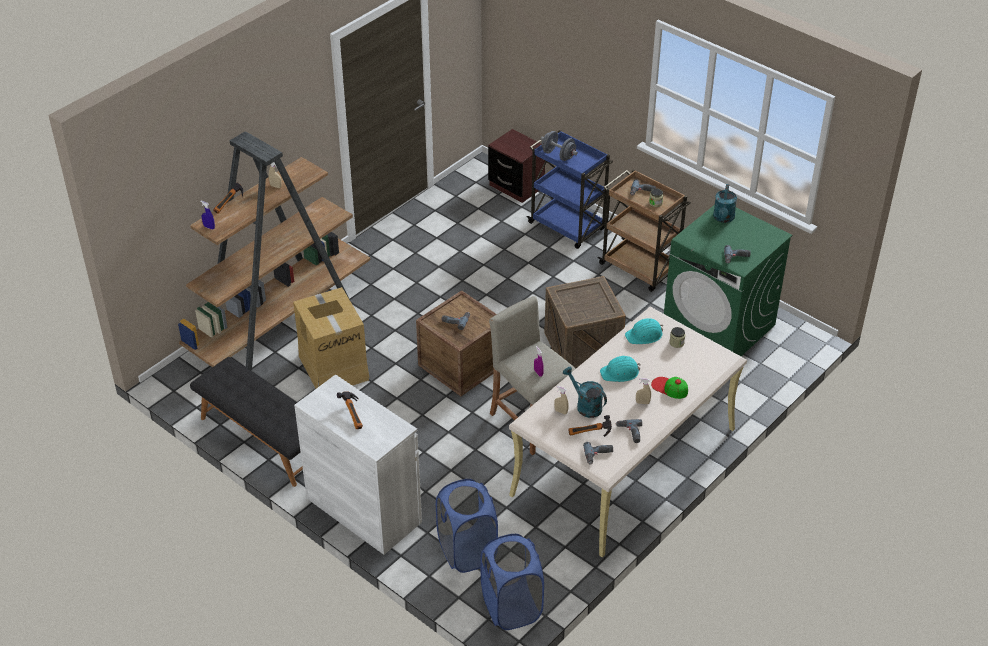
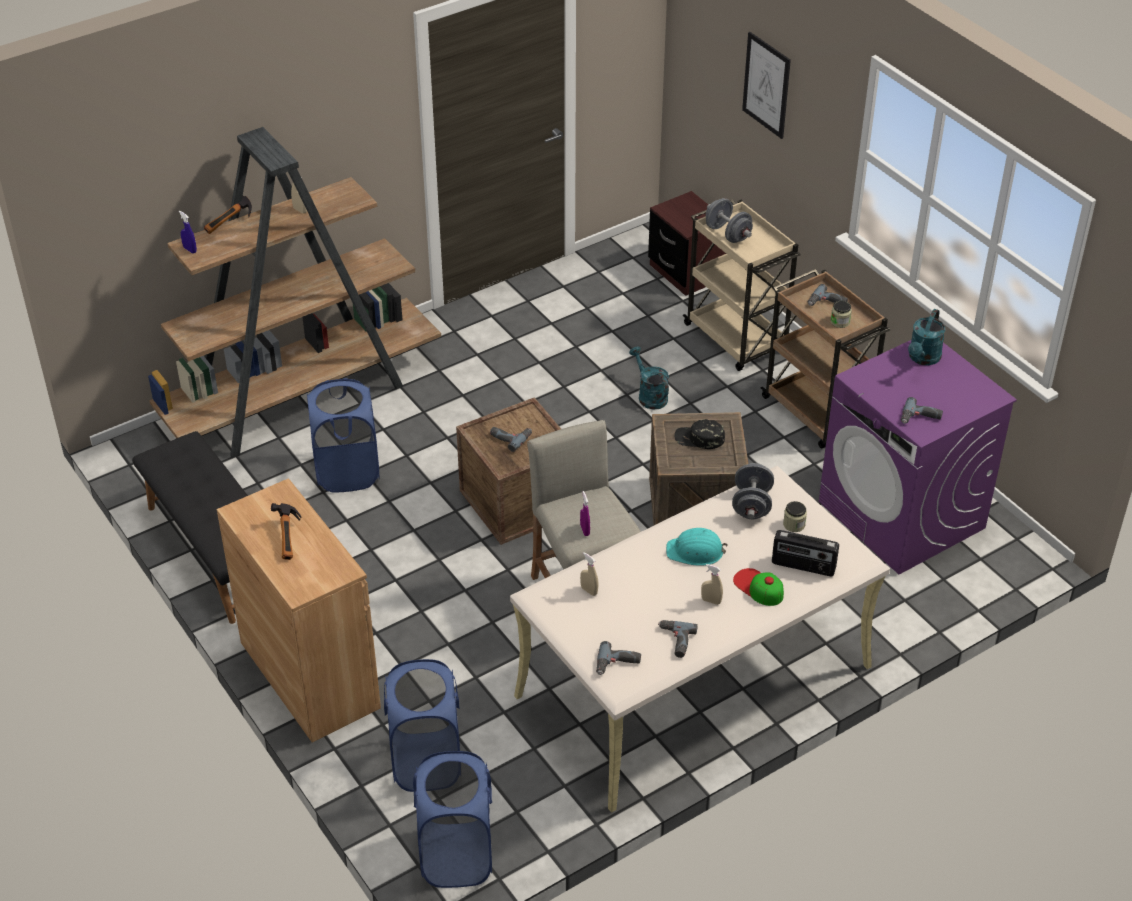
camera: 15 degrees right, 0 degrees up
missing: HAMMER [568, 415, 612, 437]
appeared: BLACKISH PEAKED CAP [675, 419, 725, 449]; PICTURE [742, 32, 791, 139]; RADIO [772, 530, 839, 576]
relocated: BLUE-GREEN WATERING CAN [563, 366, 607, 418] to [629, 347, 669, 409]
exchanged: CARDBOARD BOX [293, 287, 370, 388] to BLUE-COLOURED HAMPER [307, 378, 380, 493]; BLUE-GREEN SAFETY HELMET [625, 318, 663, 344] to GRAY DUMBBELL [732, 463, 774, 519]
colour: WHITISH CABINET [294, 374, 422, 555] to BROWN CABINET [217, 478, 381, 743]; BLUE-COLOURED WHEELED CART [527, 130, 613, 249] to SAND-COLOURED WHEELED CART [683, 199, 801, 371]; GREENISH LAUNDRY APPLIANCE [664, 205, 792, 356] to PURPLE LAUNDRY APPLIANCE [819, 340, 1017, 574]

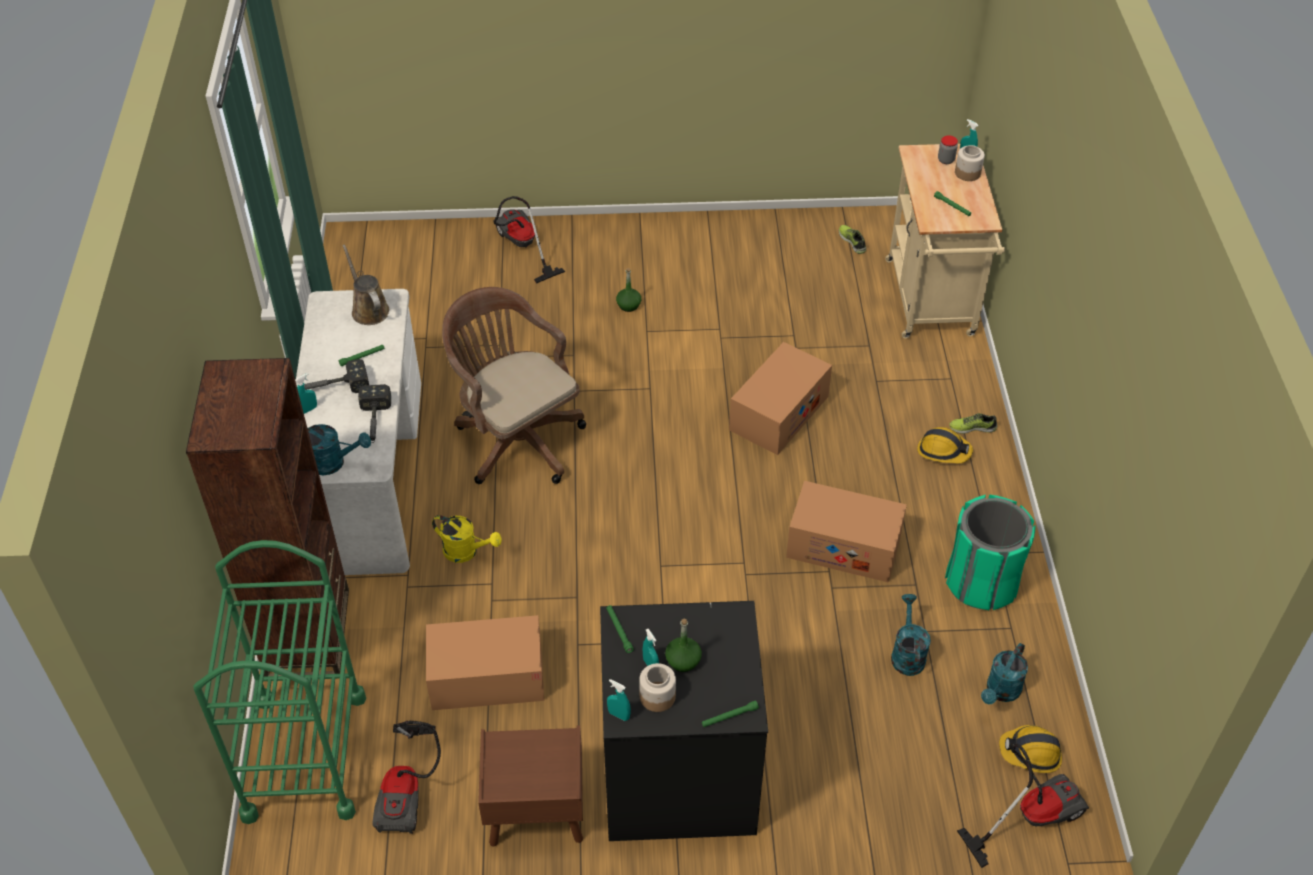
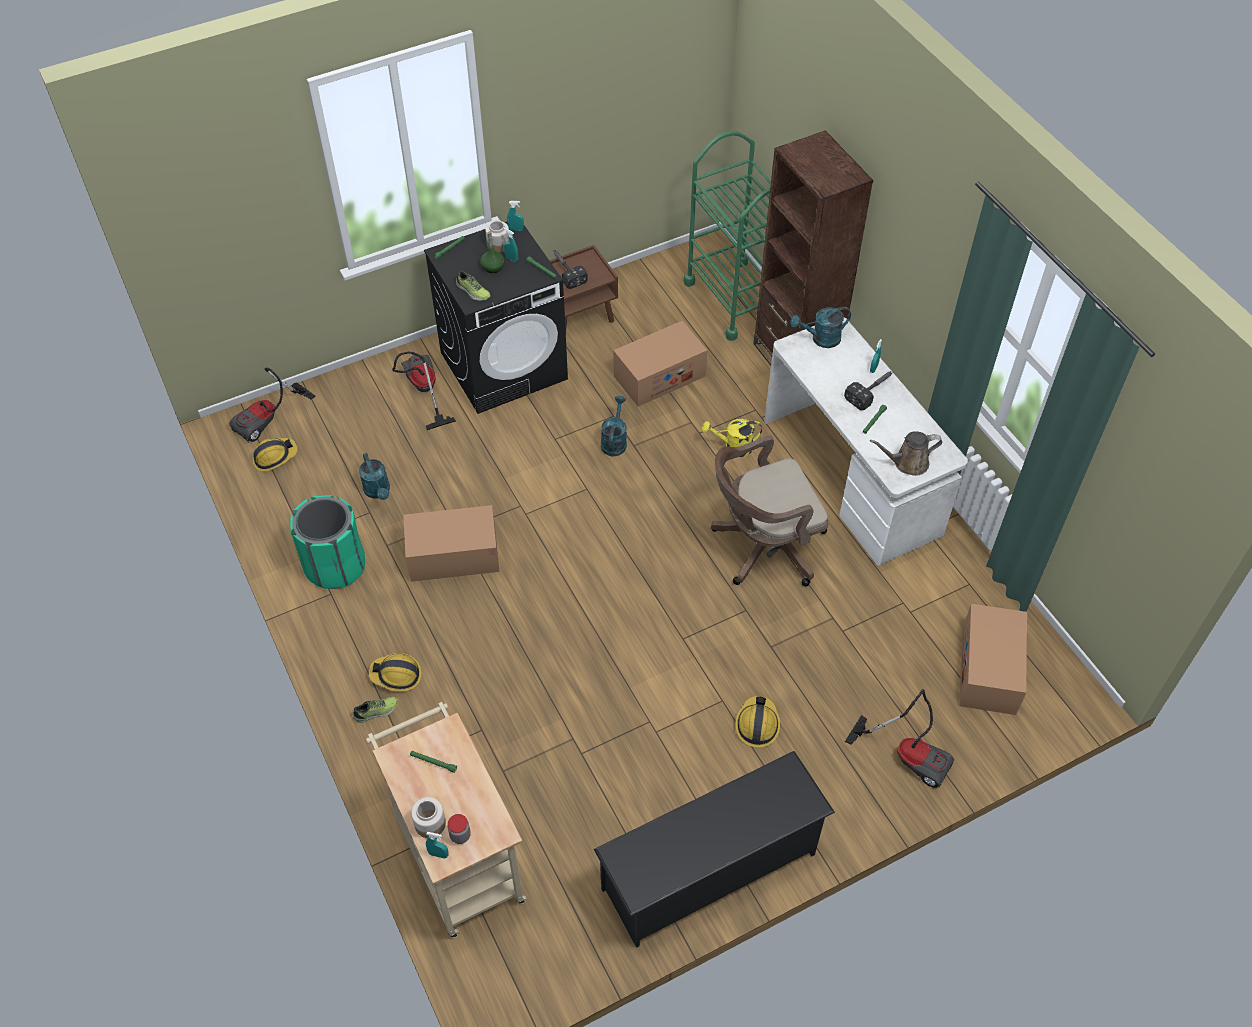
camera: 155 degrees right, 5 degrees up
appeared: BLACKISH SHOE SHELF [594, 751, 835, 948]
relocated: HAMMER [358, 384, 391, 443] to [553, 250, 588, 289]; VACUUM [373, 720, 441, 834] to [392, 351, 456, 430]; CARDBOARD BOX [729, 342, 832, 455] to [959, 604, 1027, 715]; ITEM OF FOOTWEAR [839, 225, 866, 254] to [456, 271, 491, 301]; BLUE-GREEN WATERING CAN [981, 643, 1028, 704] to [601, 396, 627, 456]
exchanged: GREENISH BEVERAGE BOTTLE [616, 268, 641, 312] to SAFETY HELMET [735, 696, 780, 748]
spun: BROWN WATERING CAN [342, 244, 389, 325] = [870, 431, 942, 476] 135 degrees clockwise; BROWN OFFICE CHAIR [442, 287, 586, 484] = [711, 435, 829, 587] 135 degrees clockwise

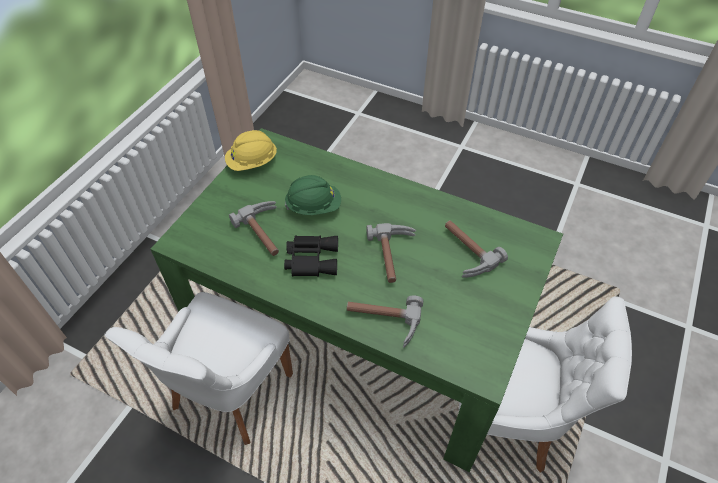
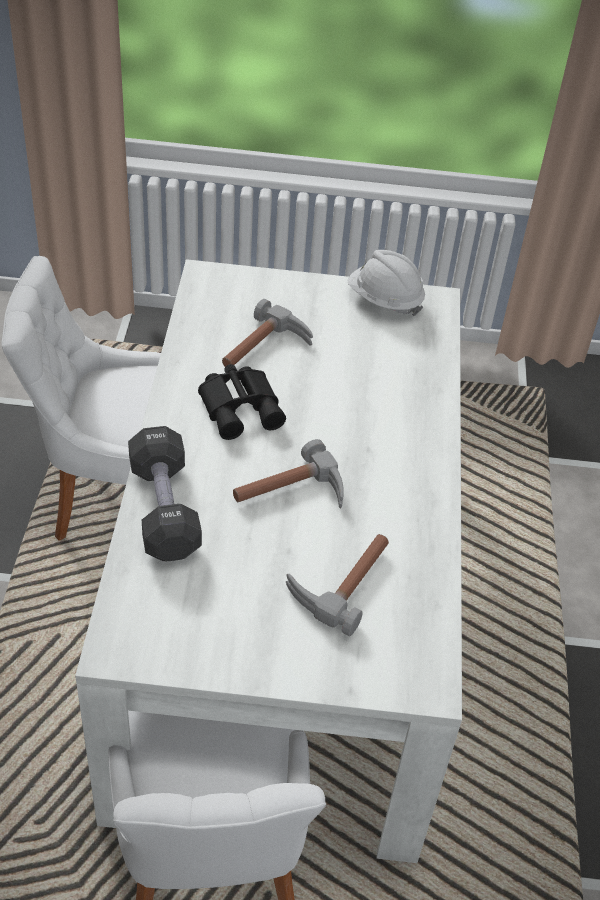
camera: 65 degrees right, 5 degrees down
missing: GREENISH SAFETY HELMET [285, 175, 341, 215]
exchanged: HAMMER [347, 295, 423, 347] to BLACKISH DUMBBELL [128, 426, 202, 562]
colour: GREENISH DINING TABLE [151, 128, 563, 472] to WHITISH DINING TABLE [75, 259, 462, 863]; YELLOWISH SAFETY HELMET [225, 130, 277, 171] to WHITISH SAFETY HELMET [347, 250, 425, 316]

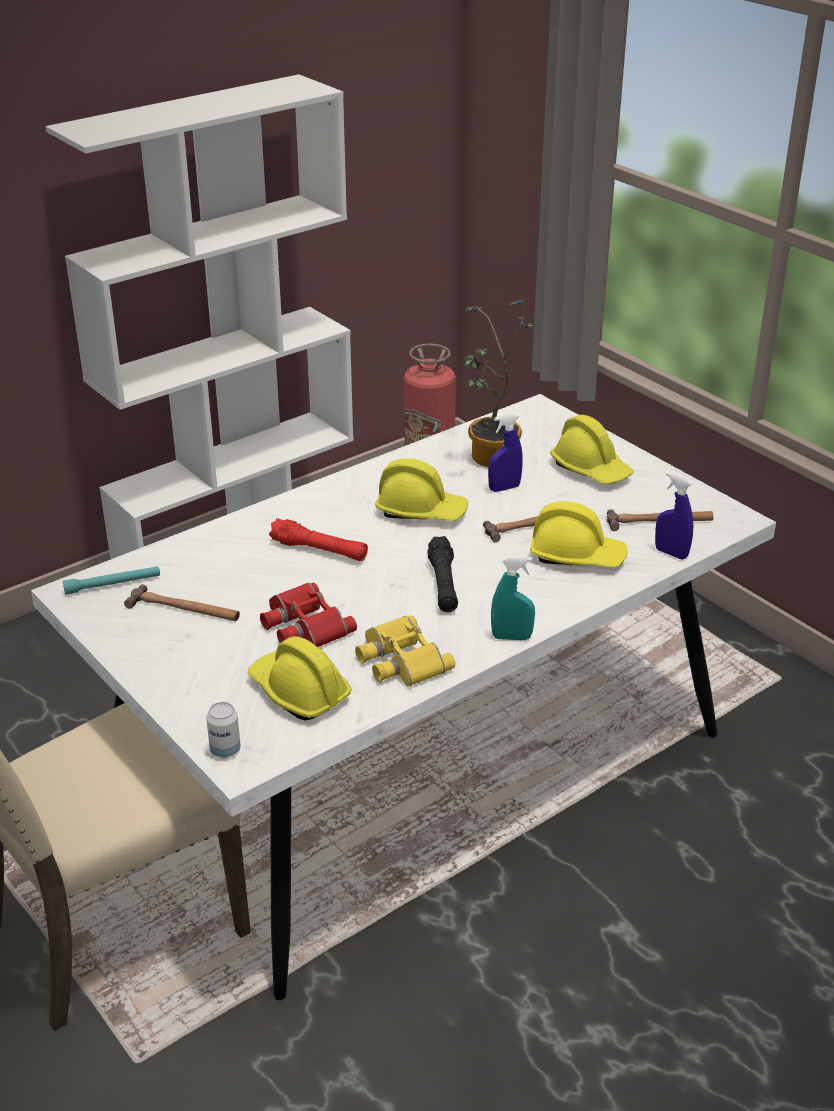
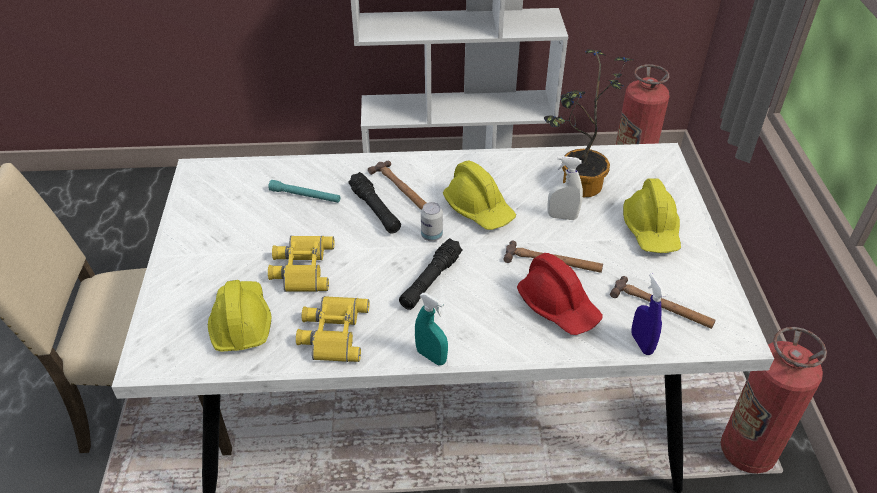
camera: 35 degrees right, 10 degrees up
appeared: FIRE-FIGHTING CYLINDER [721, 327, 827, 474]
relocated: BLUE-GREEN HAND TORCH [63, 566, 160, 595] to [268, 180, 340, 203]; HAMMER [124, 585, 240, 621] to [368, 161, 426, 210]; CAN [206, 702, 241, 758] to [421, 202, 443, 241]
colour: REDDISH PAIR OF BINOCULARS [260, 583, 357, 647] to YELLOWISH PAIR OF BINOCULARS [268, 236, 334, 292]; REDDISH HAND TORCH [269, 518, 368, 561] to BLACKISH HAND TORCH [348, 172, 401, 234]; BLUE-COLOURED HAND SPRAYER [488, 413, 523, 492] to WHITISH HAND SPRAYER [547, 156, 583, 220]; YELLOWISH SAFETY HELMET [530, 501, 627, 567] to REDDISH SAFETY HELMET [517, 253, 603, 335]

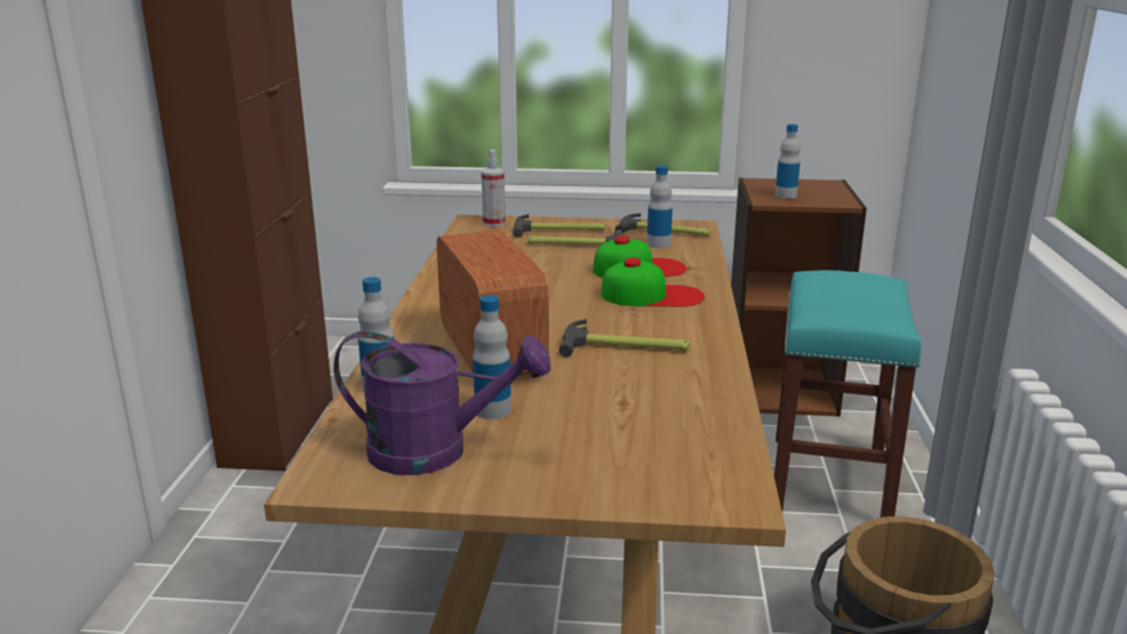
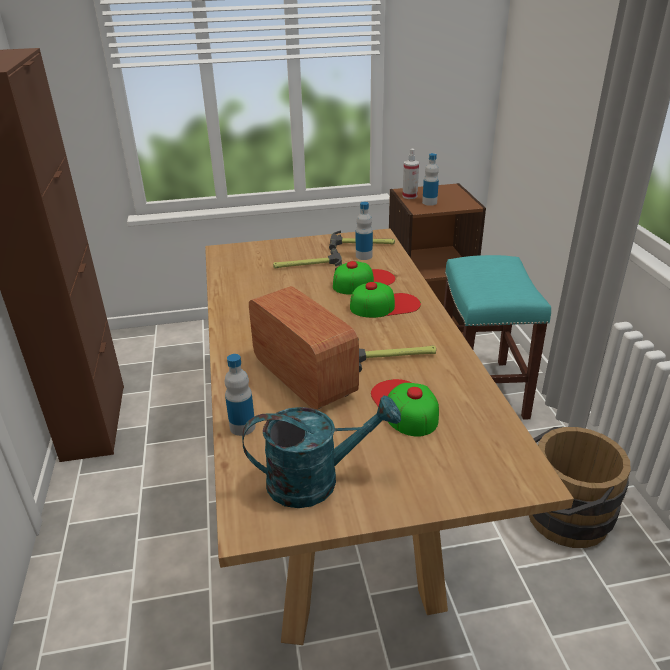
camera: 15 degrees left, 10 degrees up
missing: BEVERAGE BOTTLE [473, 295, 511, 419]; HAMMER [513, 214, 606, 238]
appeared: PEAKED CAP [371, 379, 439, 437]
relocated: HAND SPRAYER [481, 150, 506, 227] to [402, 149, 419, 199]
colour: PURPLE WATERING CAN [334, 331, 551, 475] to BLUE-GREEN WATERING CAN [242, 395, 401, 508]

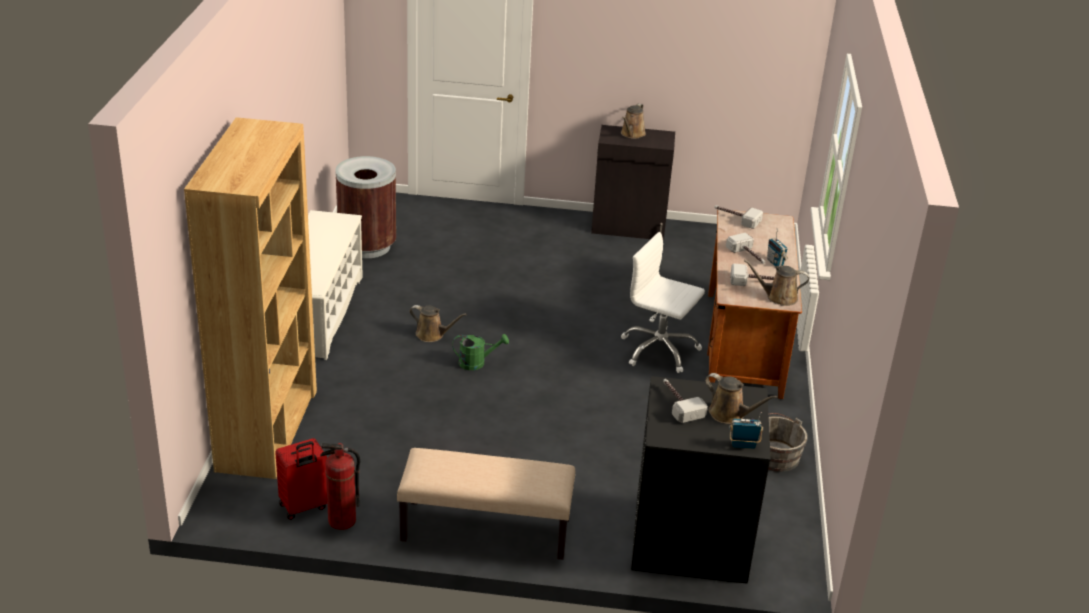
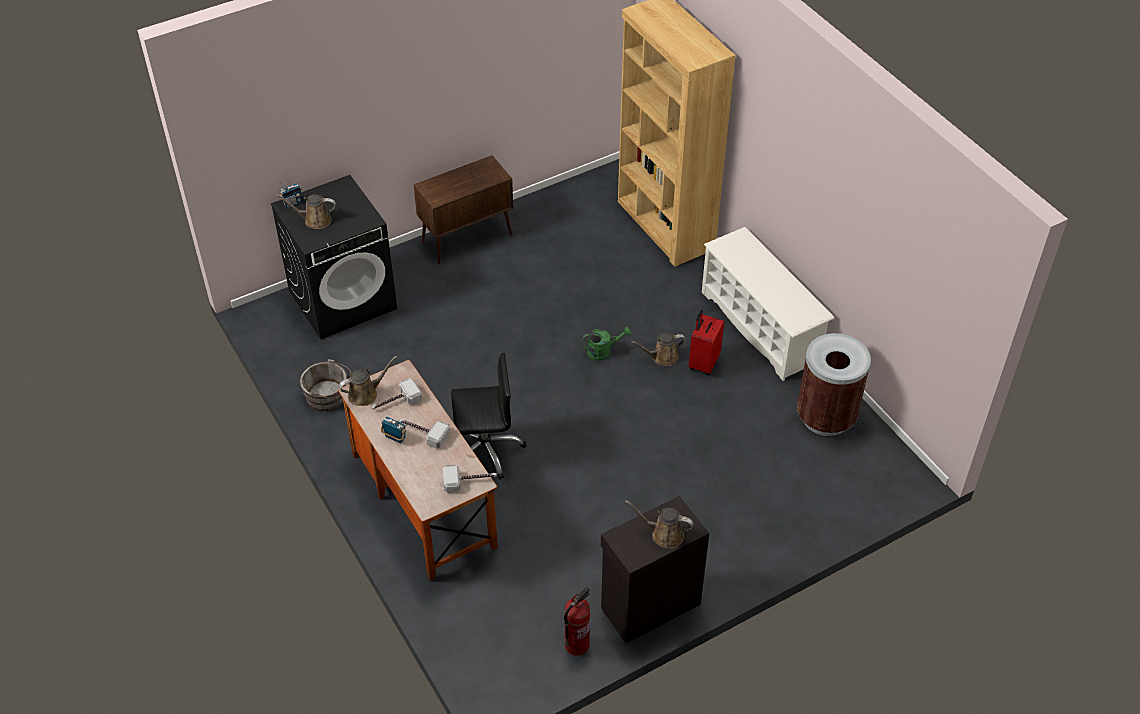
camera: 145 degrees right, 15 degrees up
missing: HAMMER [663, 379, 708, 423]
relocated: REDDISH PIECE OF LUGGAGE [275, 438, 327, 520] to [689, 310, 724, 375]; FIRE-FIGHTING CYLINDER [320, 443, 360, 530] to [564, 587, 590, 656]
exchanged: SAND-COLOURED INDOOR BENCH [397, 448, 575, 560] to BROWN CABINET [413, 155, 513, 264]
colour: WHITISH OFFICE CHAIR [621, 232, 705, 373] to BLACKISH OFFICE CHAIR [451, 353, 526, 480]
spun: GREENISH WATERING CAN [452, 334, 509, 370] = [582, 326, 631, 361] 150 degrees counterclockwise; BROWN WATERING CAN [621, 104, 646, 139] = [625, 500, 693, 549] 60 degrees counterclockwise

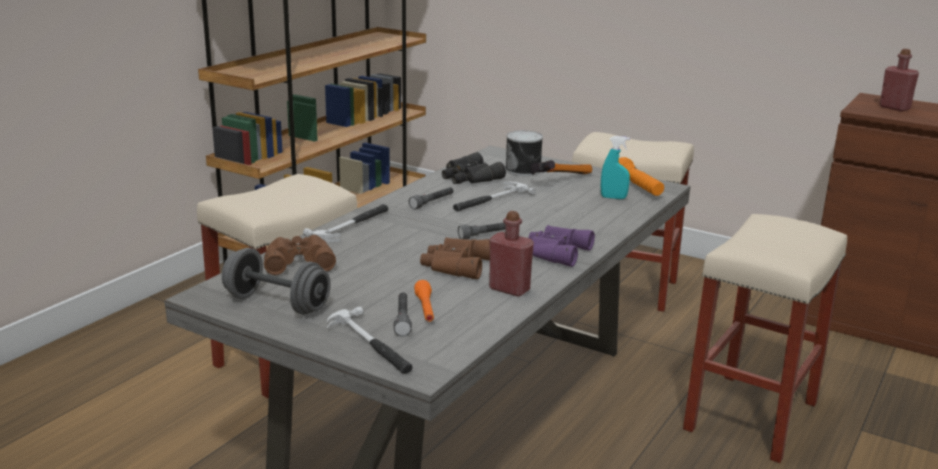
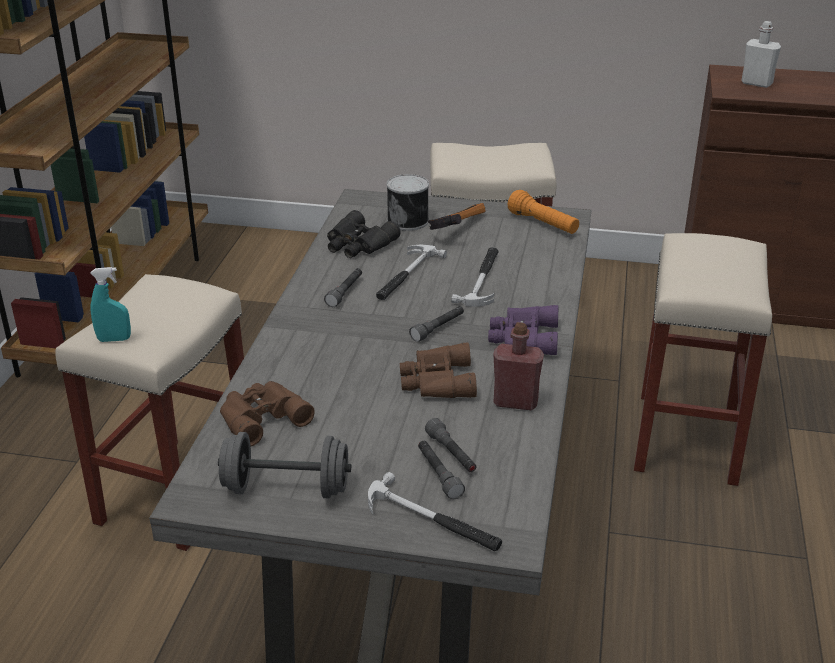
camera: 20 degrees left, 10 degrees up
relocated: HAMMER [303, 204, 388, 242] to [451, 247, 499, 307]; BLUE-GREEN HAND SPRAYER [601, 136, 630, 199] to [90, 267, 131, 342]
colour: ORANGEY HAND TORCH [414, 280, 434, 322] to GRAY HAND TORCH [425, 418, 477, 472]; REDDISH BEVERAGE BOTTLE [880, 49, 919, 111] to WHITISH BEVERAGE BOTTLE [741, 21, 781, 88]

